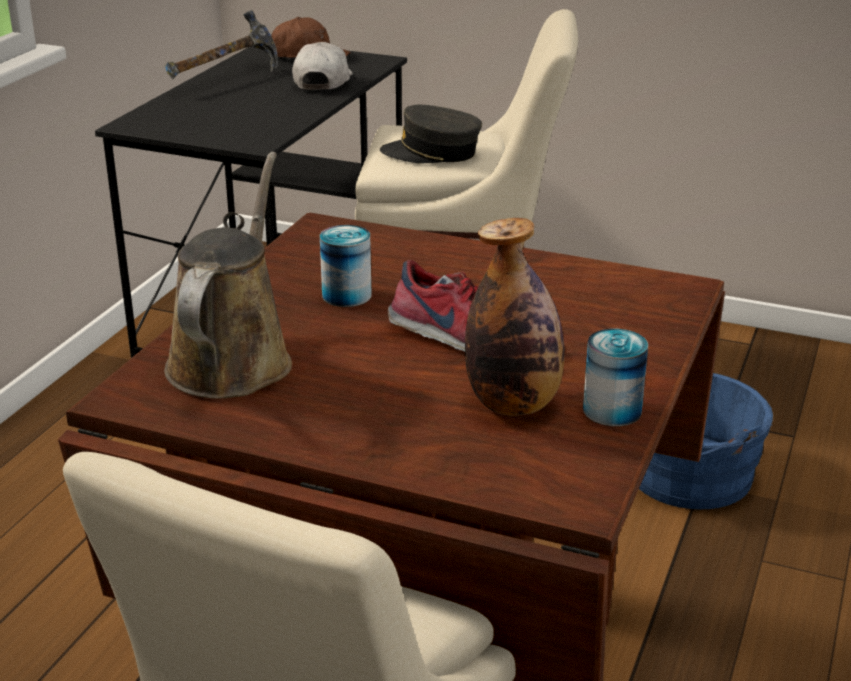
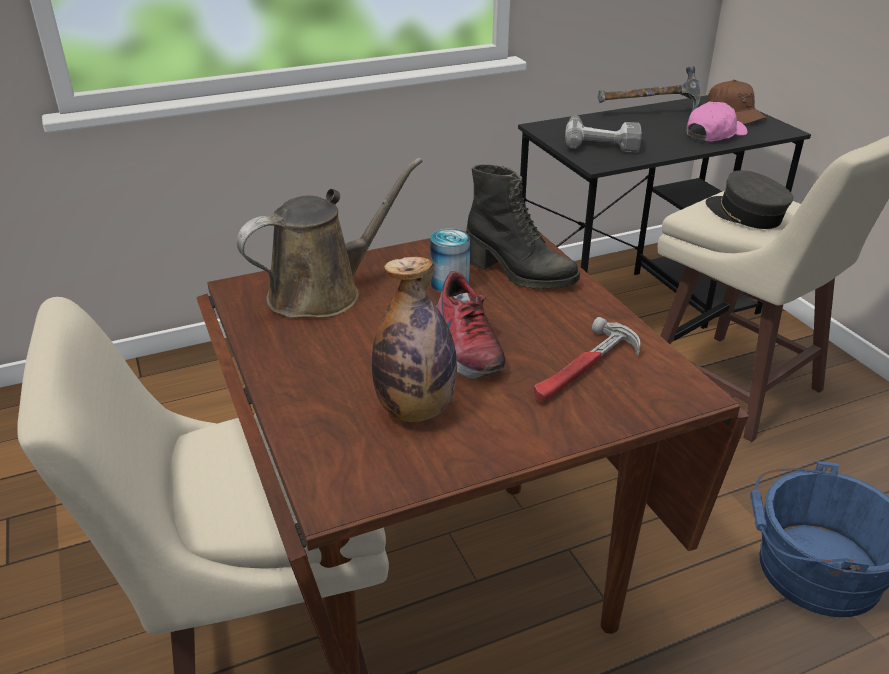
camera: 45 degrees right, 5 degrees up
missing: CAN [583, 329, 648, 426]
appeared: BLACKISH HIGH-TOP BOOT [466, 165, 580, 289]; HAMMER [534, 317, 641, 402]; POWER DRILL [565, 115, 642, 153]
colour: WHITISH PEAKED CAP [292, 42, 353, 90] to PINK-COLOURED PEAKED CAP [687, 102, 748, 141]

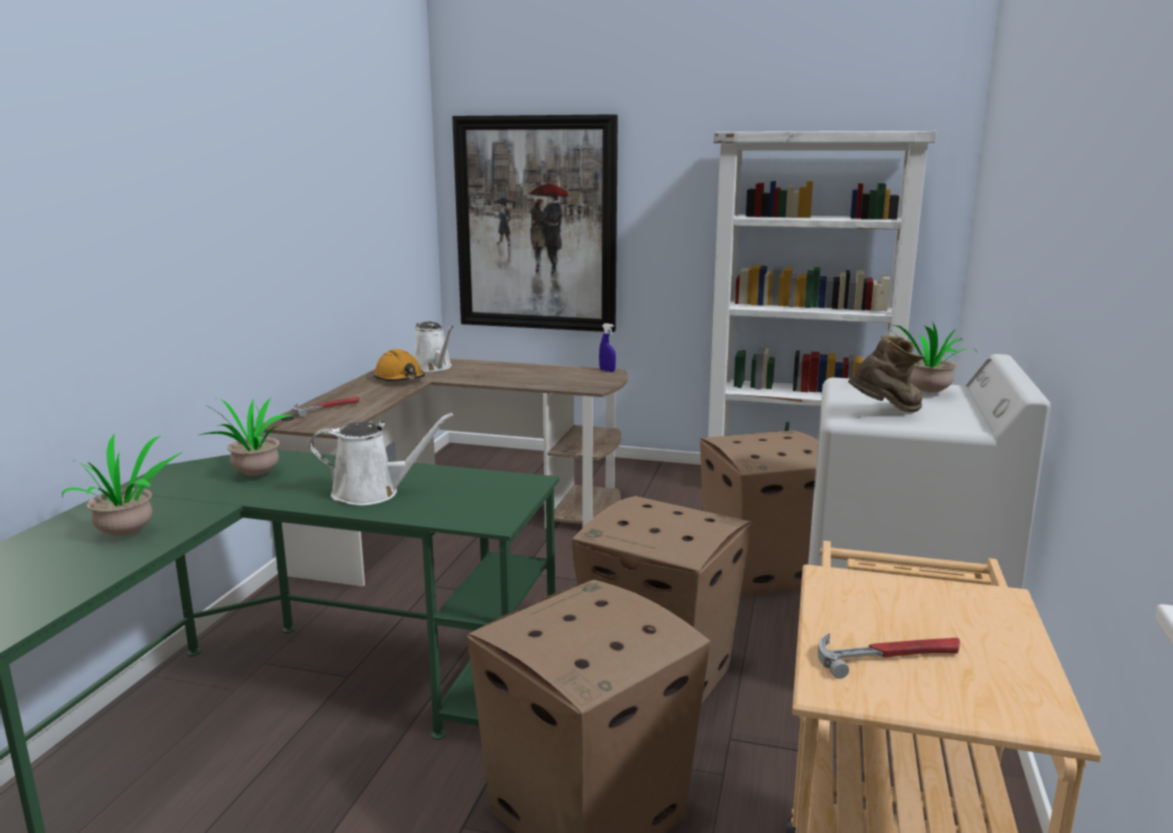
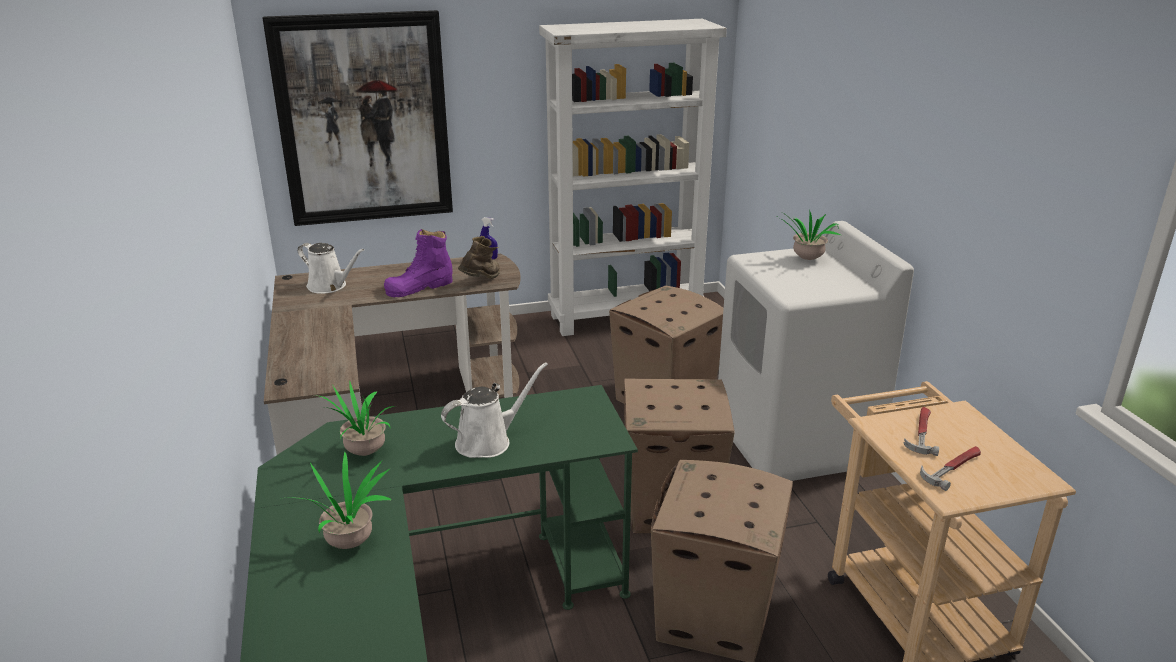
camera: 30 degrees left, 10 degrees up
missing: ORANGEY SAFETY HELMET [374, 349, 425, 381]
appeared: PURPLE HIGH-TOP BOOT [384, 229, 453, 297]
relocated: HAMMER [292, 397, 359, 417] to [903, 407, 939, 456]; BROWN HIGH-TOP BOOT [848, 335, 925, 413] to [458, 236, 500, 279]

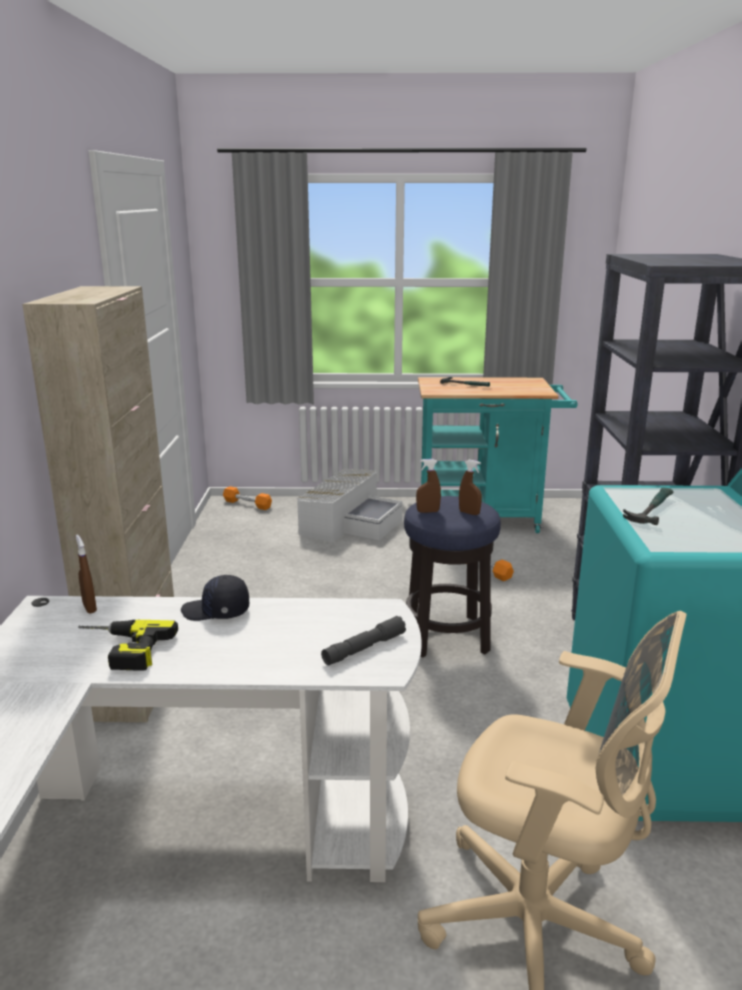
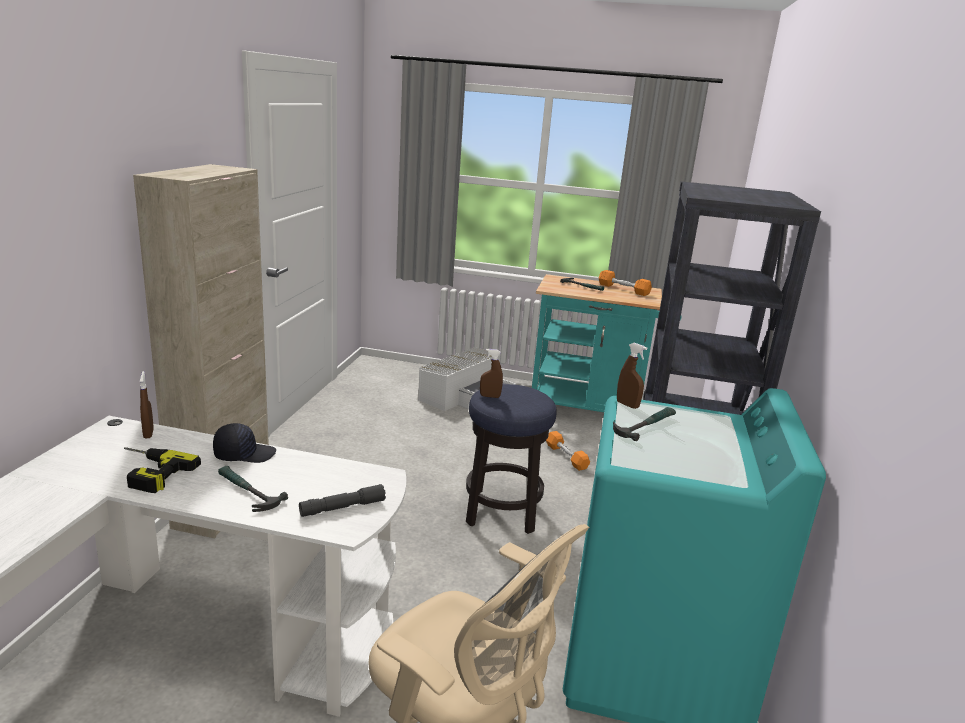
camera: 10 degrees right, 0 degrees up
appeared: HAMMER [218, 466, 288, 512]
relocated: ORANGEY DUMBBELL [223, 486, 272, 510] to [599, 270, 652, 296]; BROWN HAND SPRAYER [459, 460, 482, 515] to [617, 343, 647, 409]
spun: BLACKISH PEAKED CAP [181, 575, 249, 621] = [213, 423, 276, 463] 150 degrees clockwise

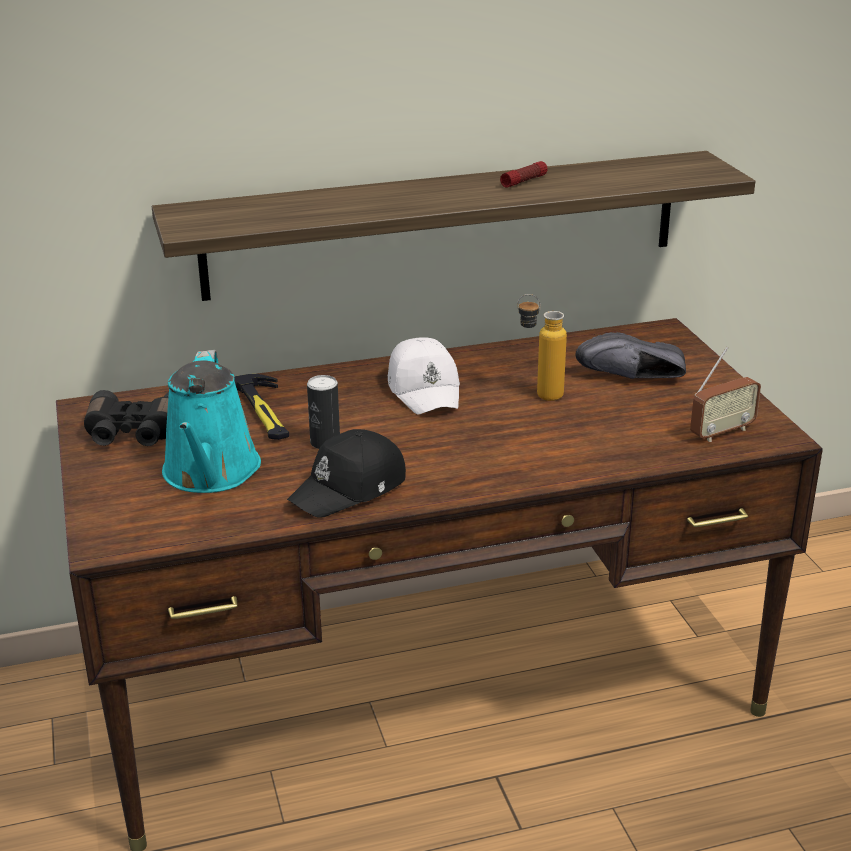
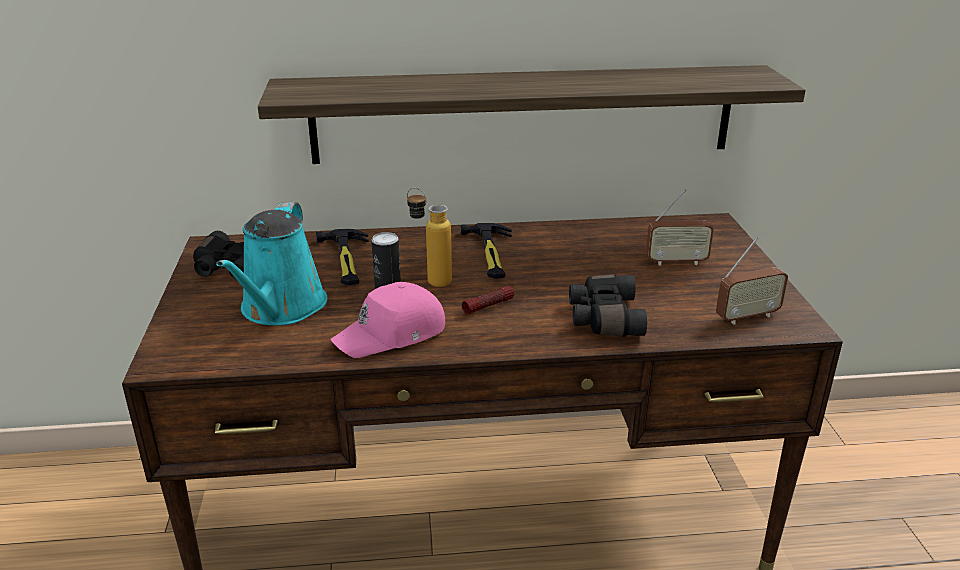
camera: 10 degrees right, 0 degrees up
appeared: BLACKISH PAIR OF BINOCULARS [569, 274, 647, 337]
relocated: HAND TORCH [500, 161, 548, 188] to [462, 286, 514, 314]; BEVERAGE BOTTLE [517, 294, 567, 401] to [407, 187, 452, 287]
exchanged: WHITISH PEAKED CAP [388, 337, 460, 415] to HAMMER [460, 223, 512, 278]; BLACKISH ITEM OF FOOTWEAR [575, 332, 686, 379] to RADIO [646, 189, 714, 266]
colour: BLACKISH PEAKED CAP [287, 429, 406, 518] to PINK-COLOURED PEAKED CAP [330, 282, 445, 358]

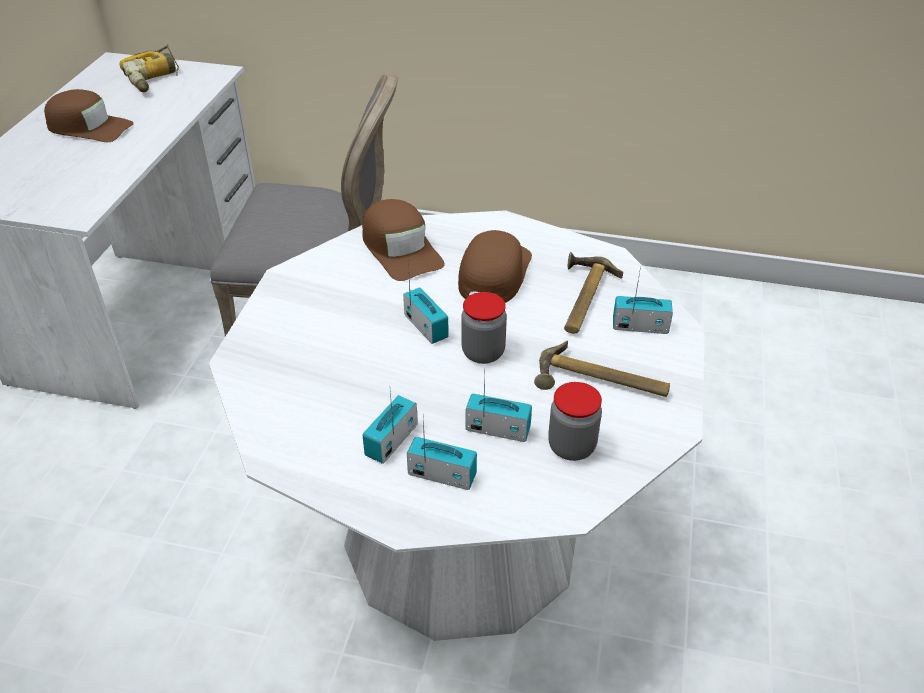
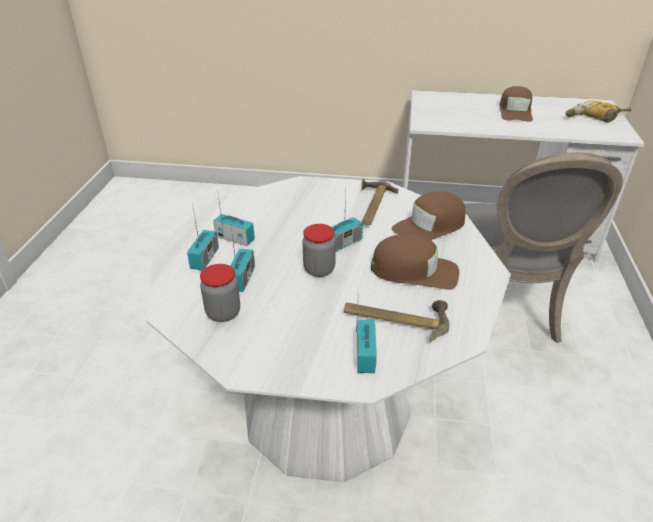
camera: 85 degrees right, 5 degrees down
relocated: HAMMER [534, 340, 670, 397] to [361, 179, 398, 226]

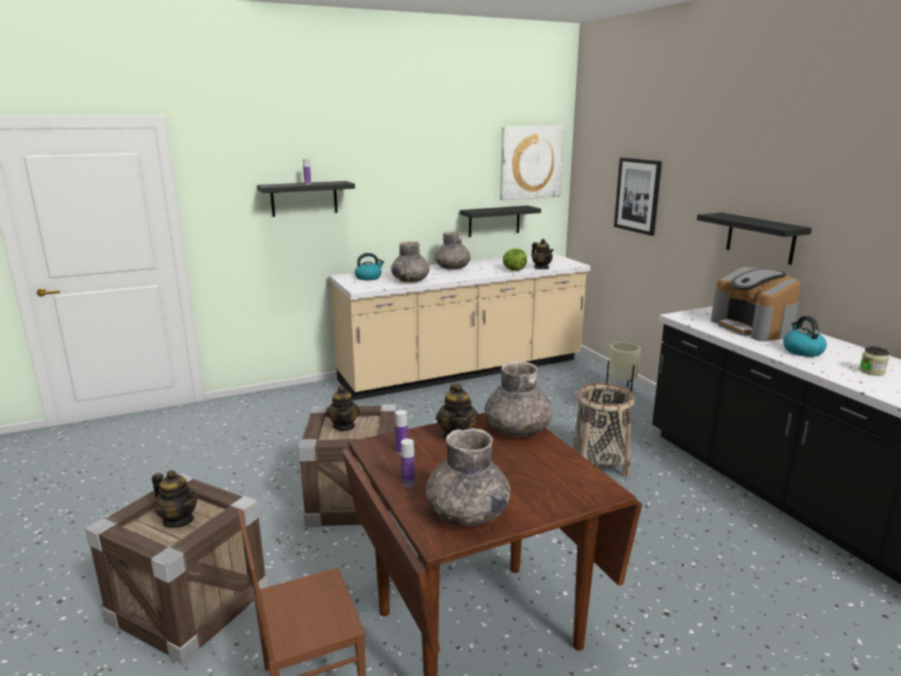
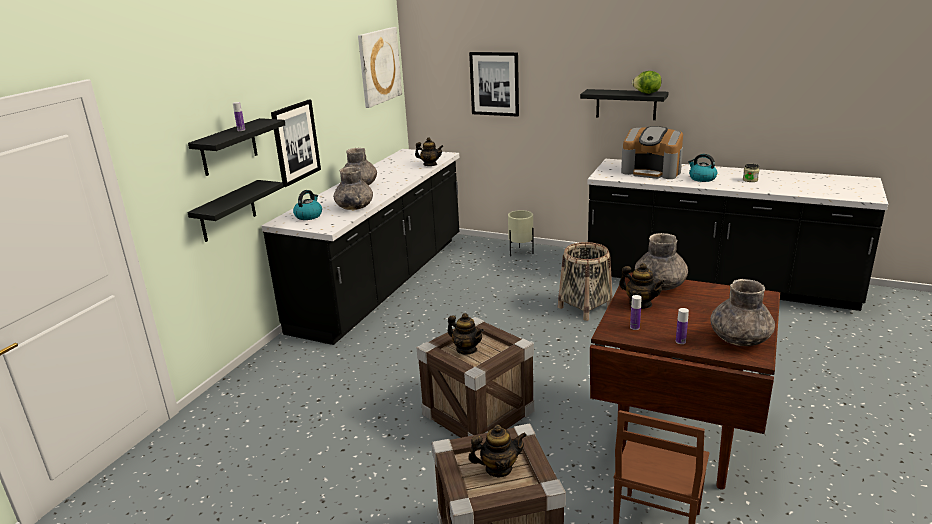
camera: 40 degrees left, 5 degrees up
appeared: PICTURE [271, 100, 321, 187]
relocated: BLACKISH WALL SHELF [460, 206, 541, 237] to [187, 180, 284, 242]; LETTUCE HEAD [503, 249, 527, 271] to [632, 71, 661, 94]
colour: SAND-COLOURED COUNTER [329, 253, 590, 400] to BLACKISH COUNTER [262, 149, 459, 345]

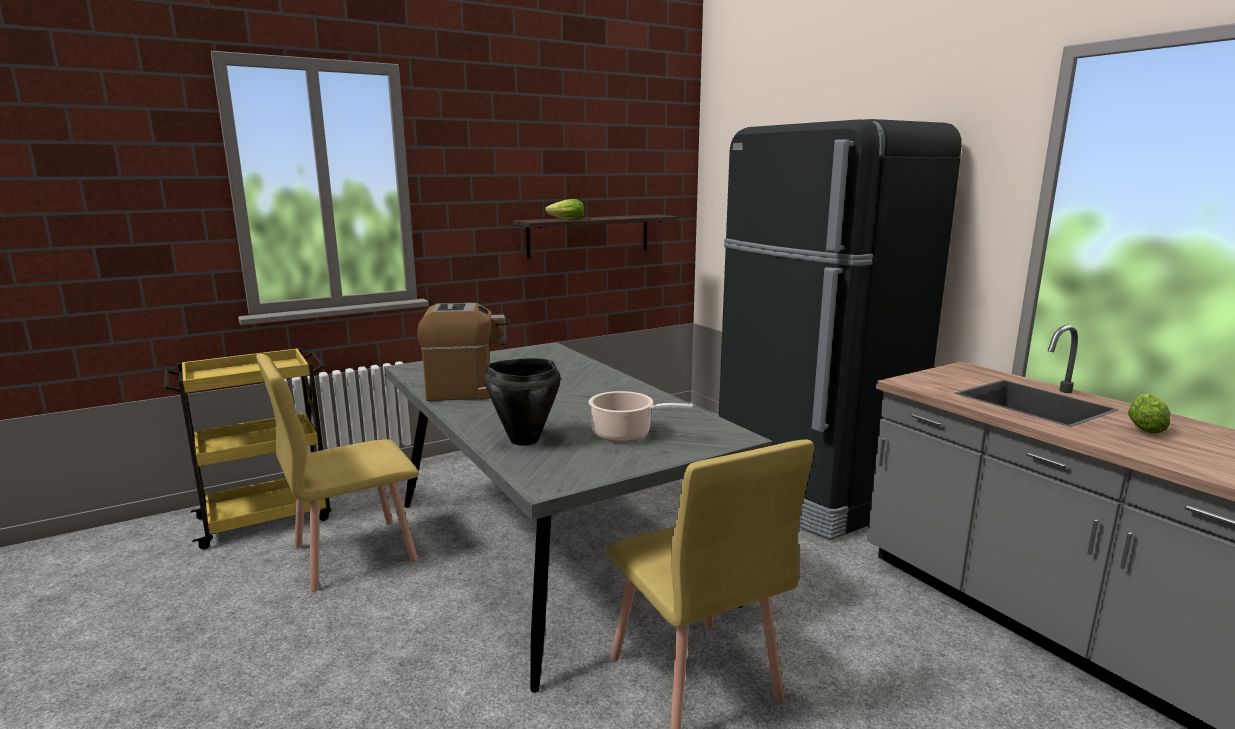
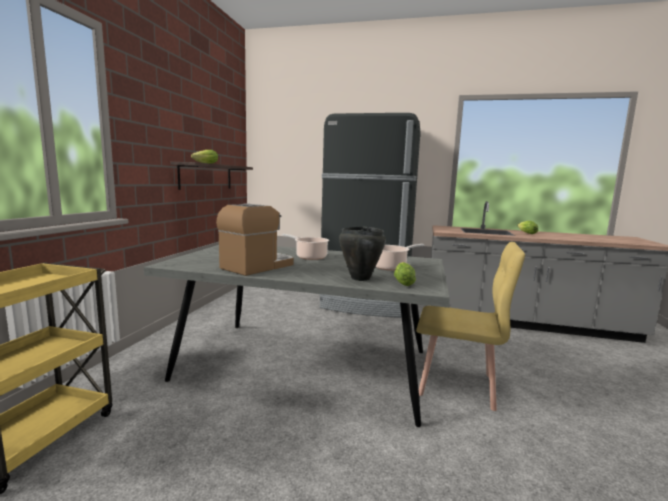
camera: 45 degrees left, 5 degrees down
missing: YELLOWISH CHAIR [256, 354, 419, 592]
appeared: COOKING POT [282, 234, 329, 260]; LETTUCE HEAD [394, 262, 416, 286]

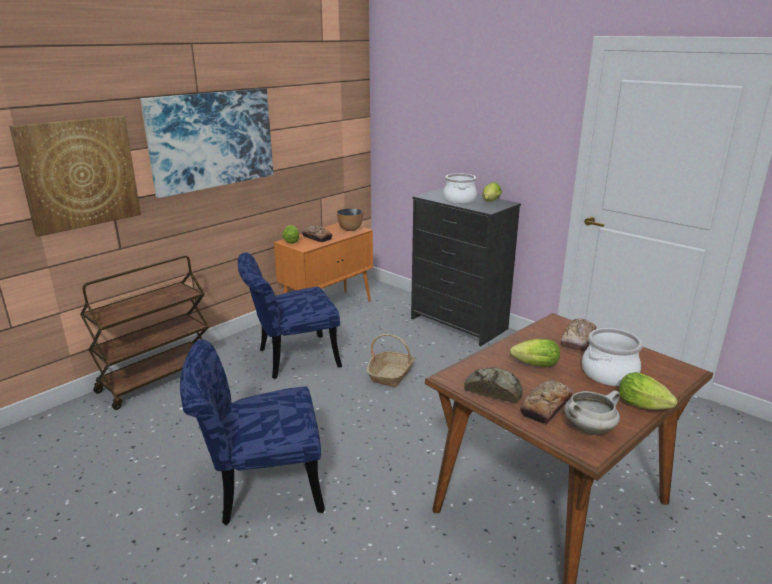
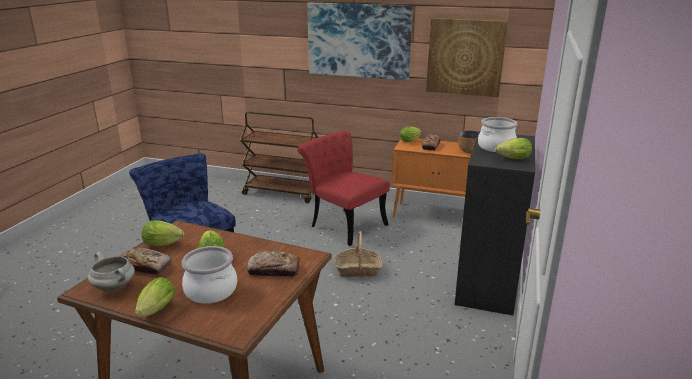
camera: 65 degrees right, 0 degrees up
relocated: PICTURE [9, 116, 141, 237] to [426, 18, 508, 97]
exchanged: BAKED BREAD [464, 367, 523, 403] to LETTUCE HEAD [142, 220, 184, 246]
colour: BLUE-COLOURED CHAIR [238, 253, 342, 379] to REDDISH CHAIR [297, 131, 390, 246]

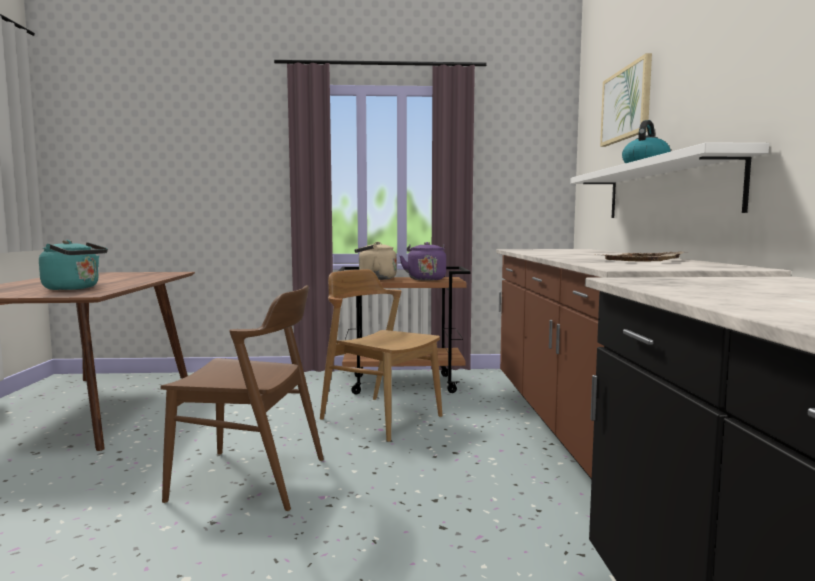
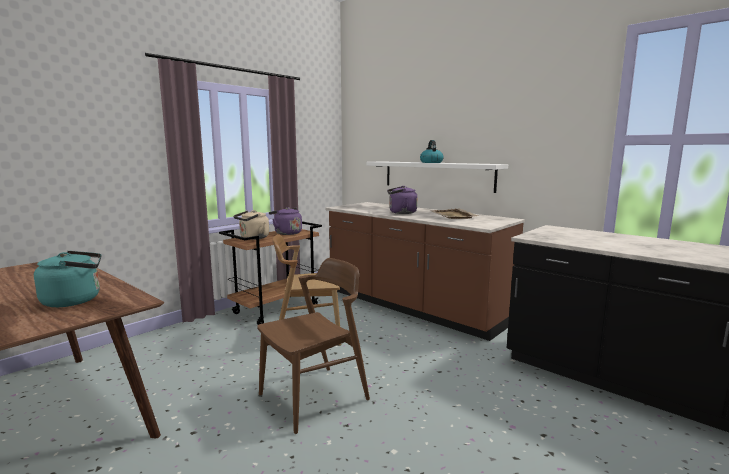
camera: 45 degrees left, 5 degrees up
missing: PICTURE [600, 53, 652, 147]
appeared: PURPLE WATER KETTLE [387, 186, 418, 214]

